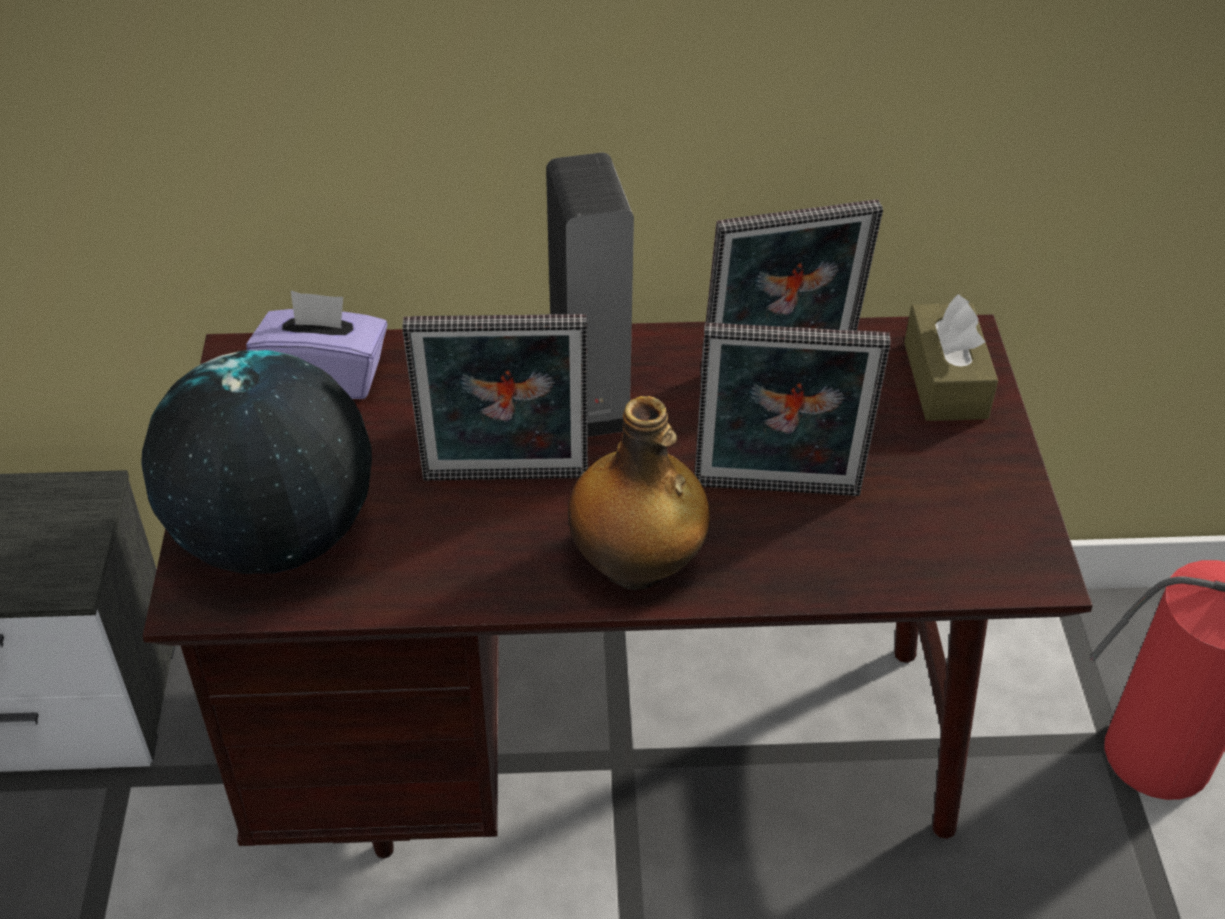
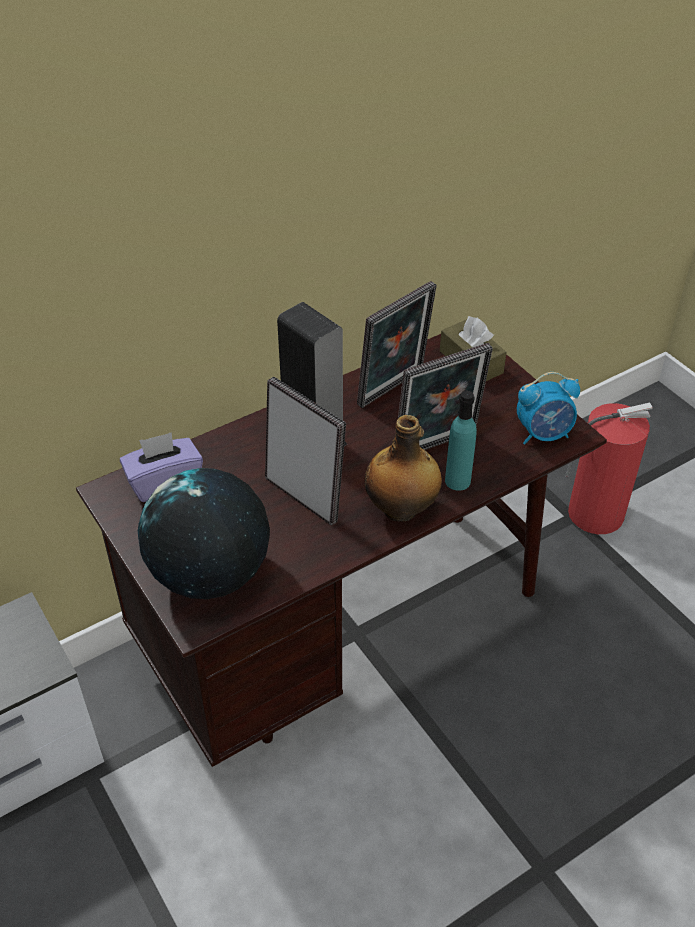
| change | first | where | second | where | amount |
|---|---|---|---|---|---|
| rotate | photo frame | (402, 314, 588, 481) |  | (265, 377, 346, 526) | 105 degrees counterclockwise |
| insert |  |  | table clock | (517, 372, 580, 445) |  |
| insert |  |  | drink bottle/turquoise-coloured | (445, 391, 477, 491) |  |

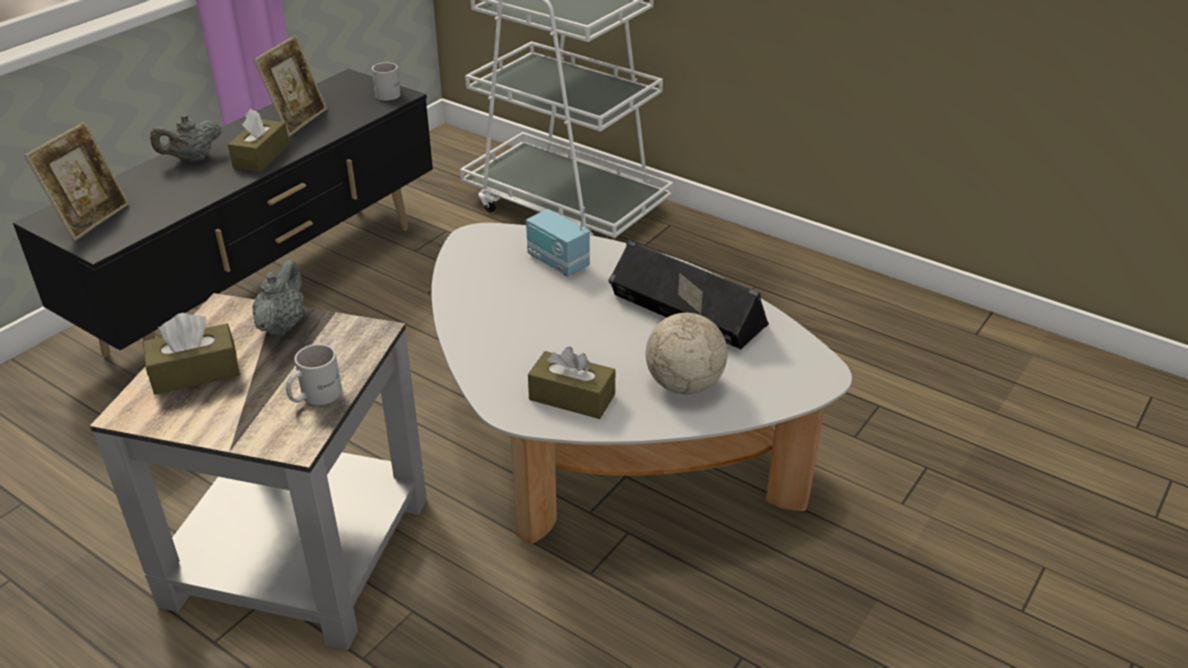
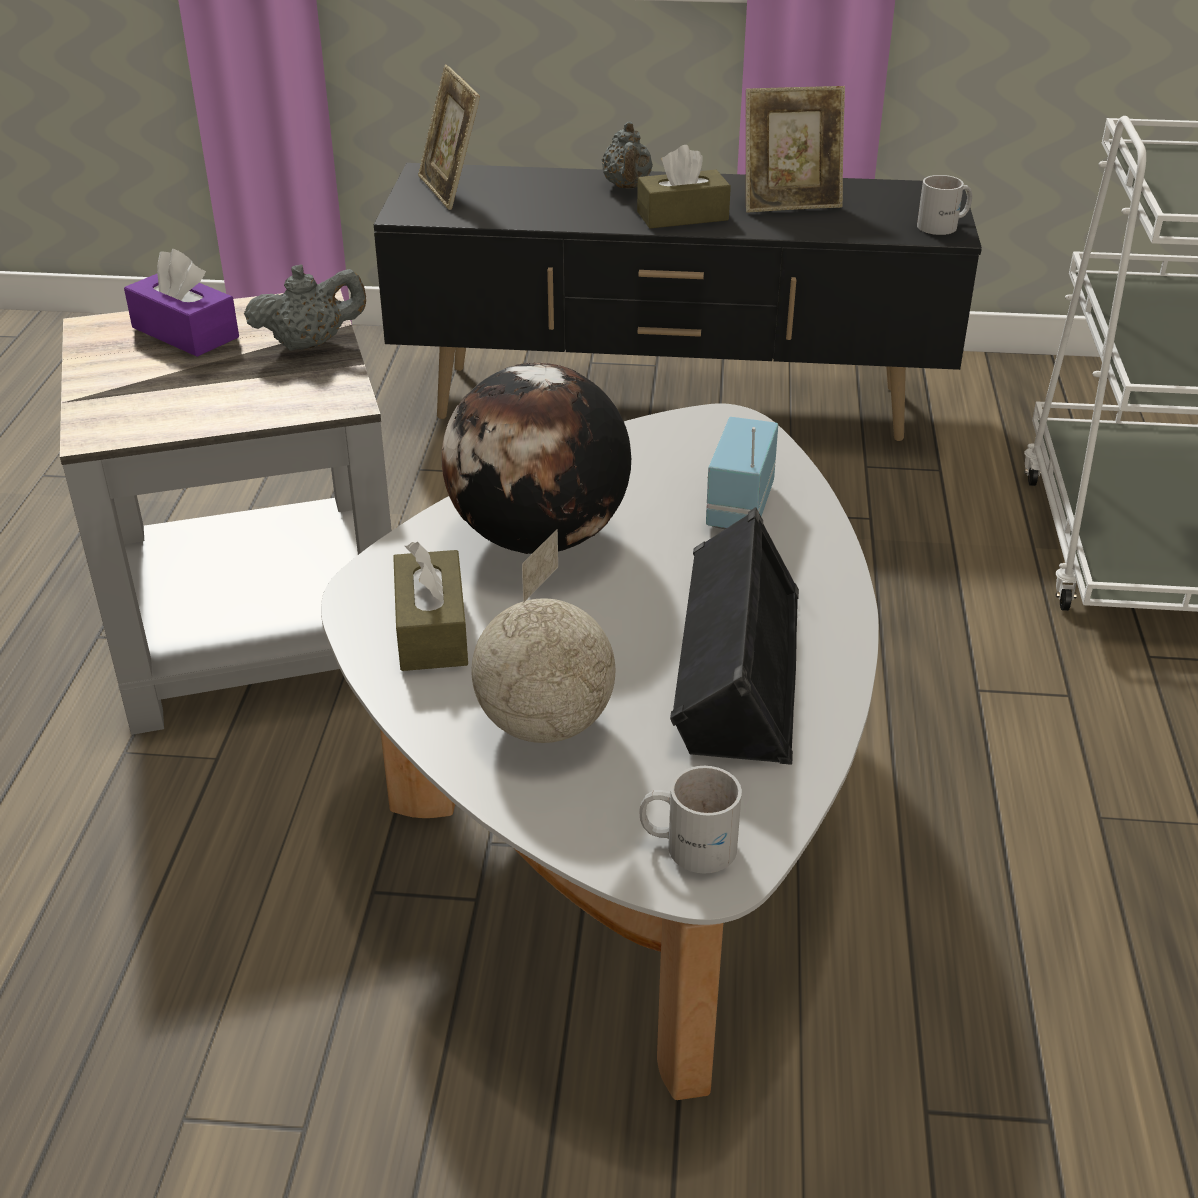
| change | first | where | second | where | amount |
|---|---|---|---|---|---|
| rotate | teapot/greyish | (150, 115, 222, 162) |  | (602, 121, 653, 188) | 120 degrees counterclockwise |
| rotate | photo frame | (24, 122, 130, 241) |  | (418, 65, 480, 210) | 75 degrees clockwise |
| recolor | tissue box/brownish | (143, 313, 240, 395) | tissue box/purplish | (124, 249, 239, 357) |  |
| move | mug/whitish | (286, 344, 342, 405) |  | (639, 766, 742, 873) |  |
| insert |  |  | desk globe | (442, 363, 631, 554) |  |

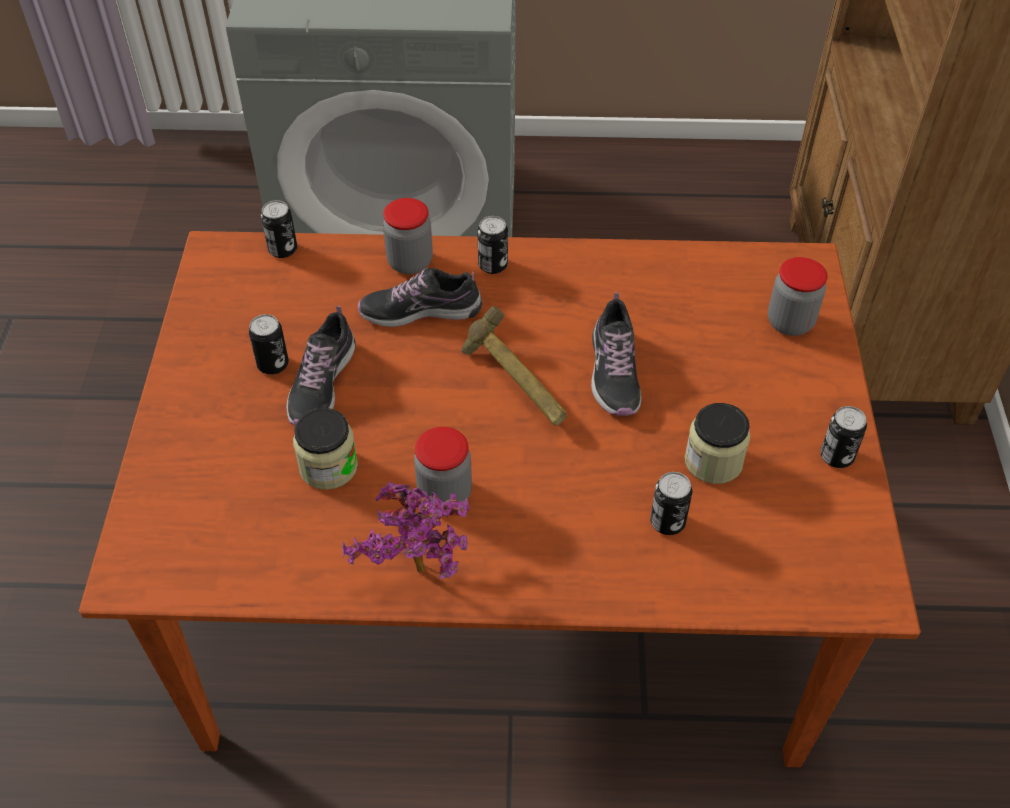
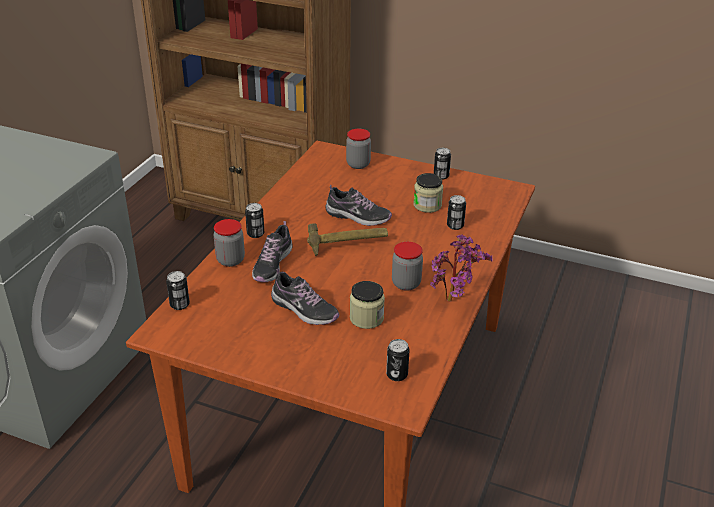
| change | first | where | second | where | amount |
|---|---|---|---|---|---|
| move | sealed can | (249, 314, 289, 375) |  | (386, 339, 410, 381) |  |

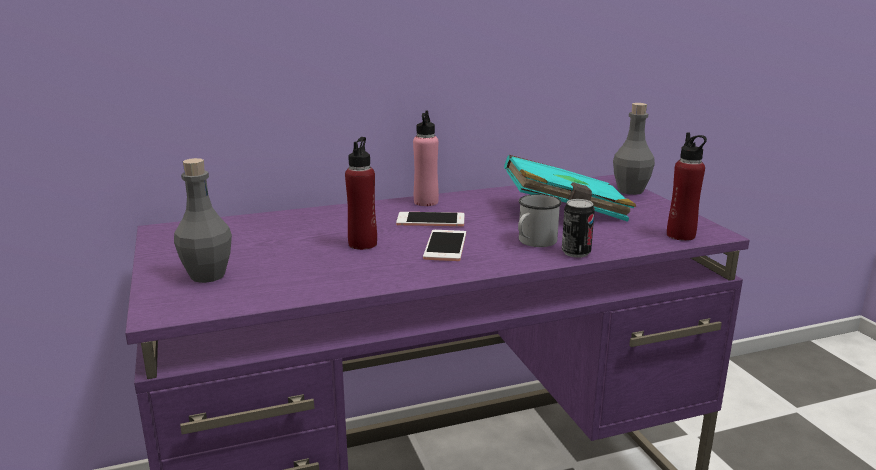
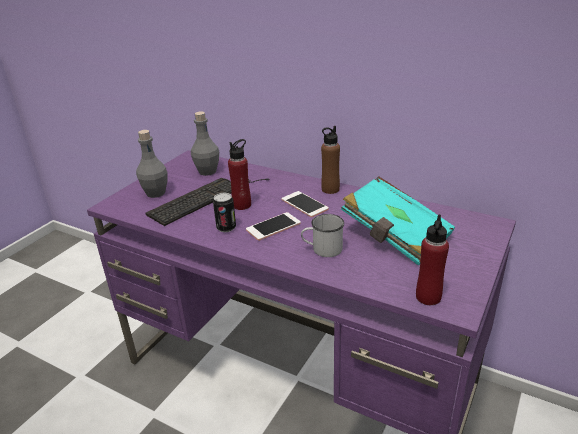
| change | first | where | second | where | amount |
|---|---|---|---|---|---|
| move | drink bottle/greyish | (613, 103, 655, 195) |  | (191, 111, 219, 176) |  |
| recolor | drink bottle/pinkish | (413, 111, 439, 206) | drink bottle/brownish | (321, 126, 340, 194) |  |
| move | sealed can | (562, 199, 595, 258) |  | (213, 193, 236, 232) |  |
| insert |  |  | PC keyboard | (145, 178, 269, 226) |  |

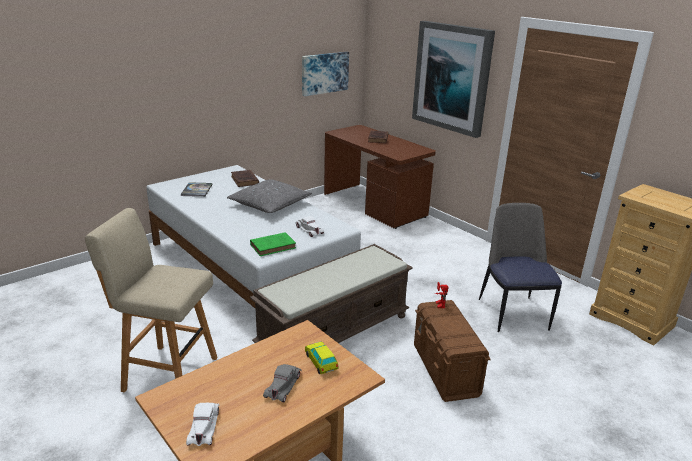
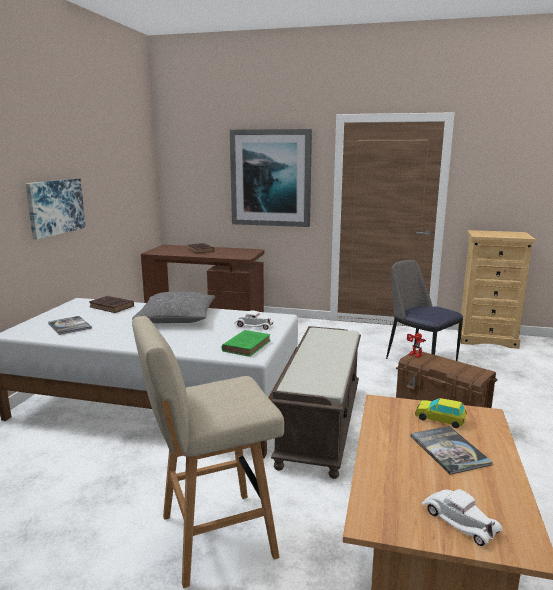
| change | first | where | second | where | amount |
|---|---|---|---|---|---|
| move | wall picture | (302, 52, 349, 96) |  | (25, 178, 86, 240) |  |
| replace | toy car/greyish | (263, 364, 302, 402) | book | (410, 426, 493, 475) |  |

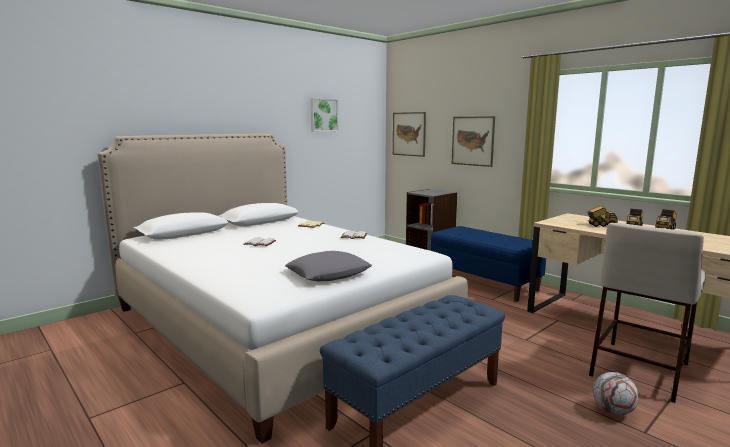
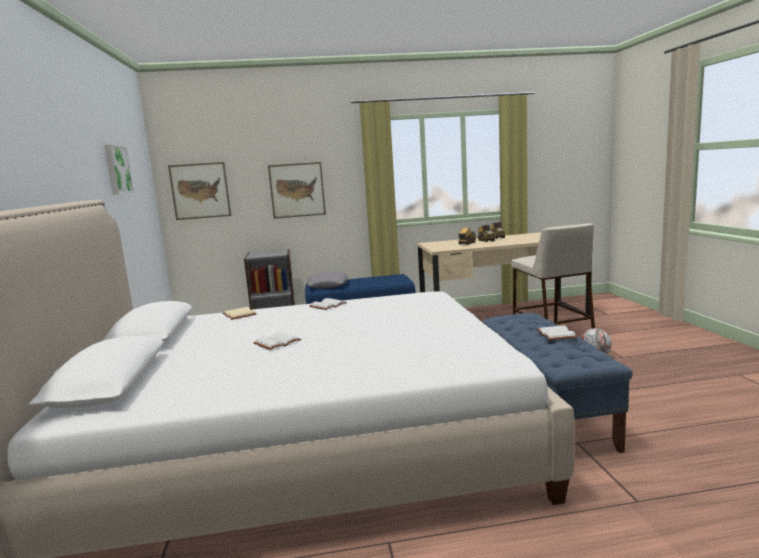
| change | first | where | second | where | amount |
|---|---|---|---|---|---|
| move | pillow/greyish | (285, 251, 372, 281) |  | (307, 271, 347, 288) |  |
| insert |  |  | book/whitish | (536, 326, 577, 340) |  |

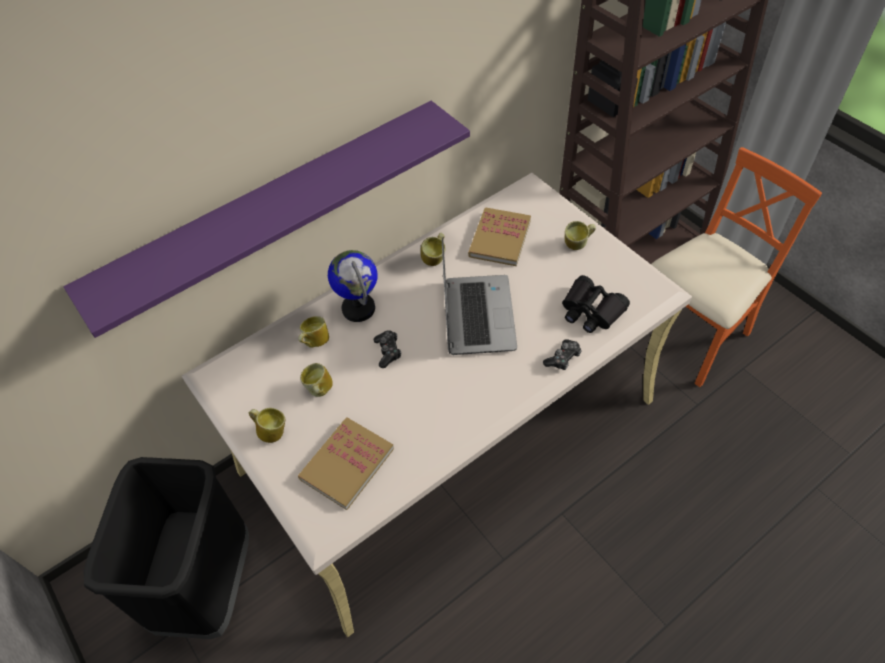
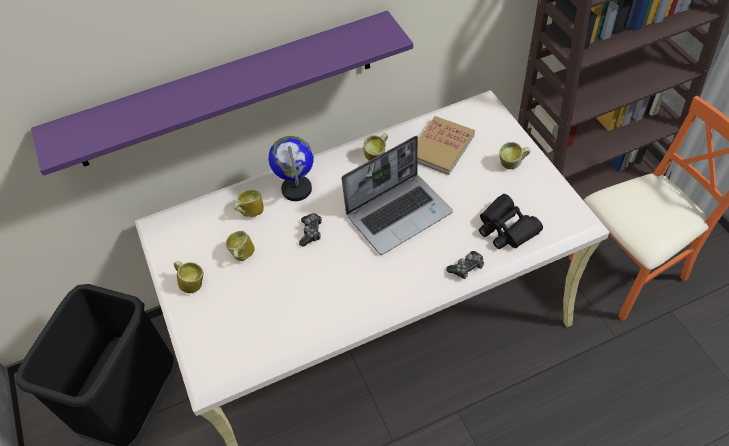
| change | first | where | second | where | amount |
|---|---|---|---|---|---|
| rotate | portable computer | (442, 237, 517, 355) |  | (341, 136, 453, 255) | 45 degrees clockwise |
| delete | book | (298, 417, 394, 510) |  |  |  |

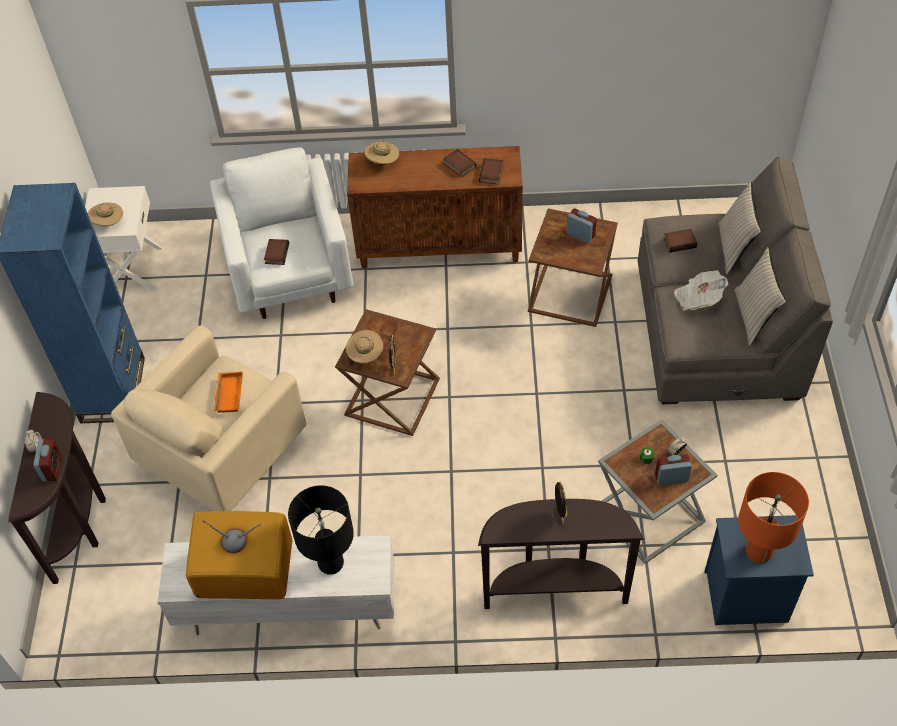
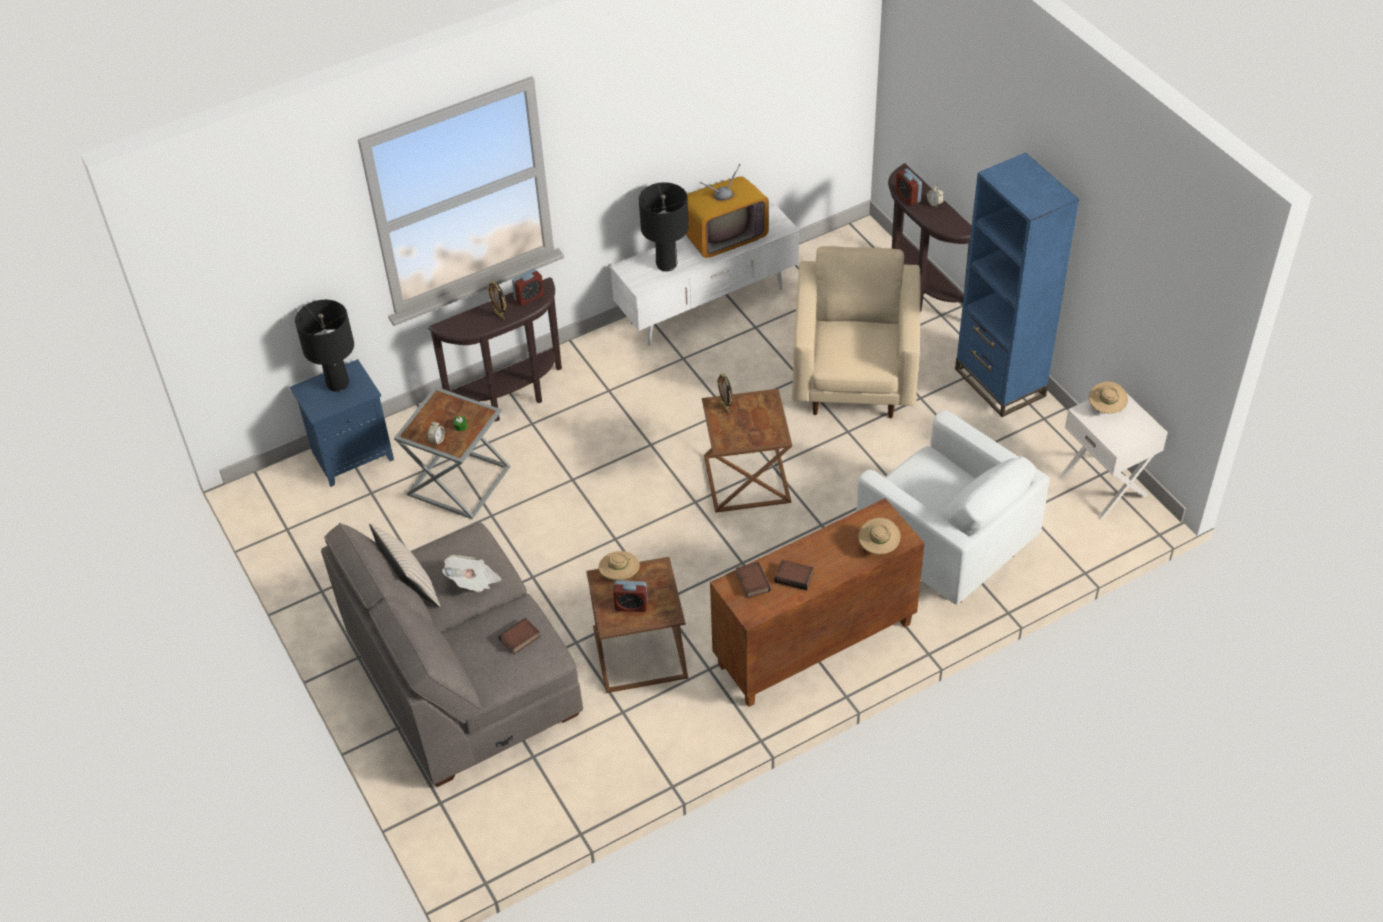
| change | first | where | second | where | amount |
|---|---|---|---|---|---|
| delete | pillow/beige | (719, 181, 761, 275) |  |  |  |
| delete | book | (264, 239, 289, 265) |  |  |  |
| move | wearable hat/beige | (346, 330, 383, 363) |  | (599, 551, 640, 580) |  |
| delete | tray/orange-coloured | (214, 372, 243, 413) |  |  |  |
| move | table clock | (655, 454, 692, 486) |  | (512, 269, 544, 306) |  |
| recolor | table lamp/orange-coloured | (738, 472, 809, 564) | table lamp/black | (295, 300, 354, 392) |  |

